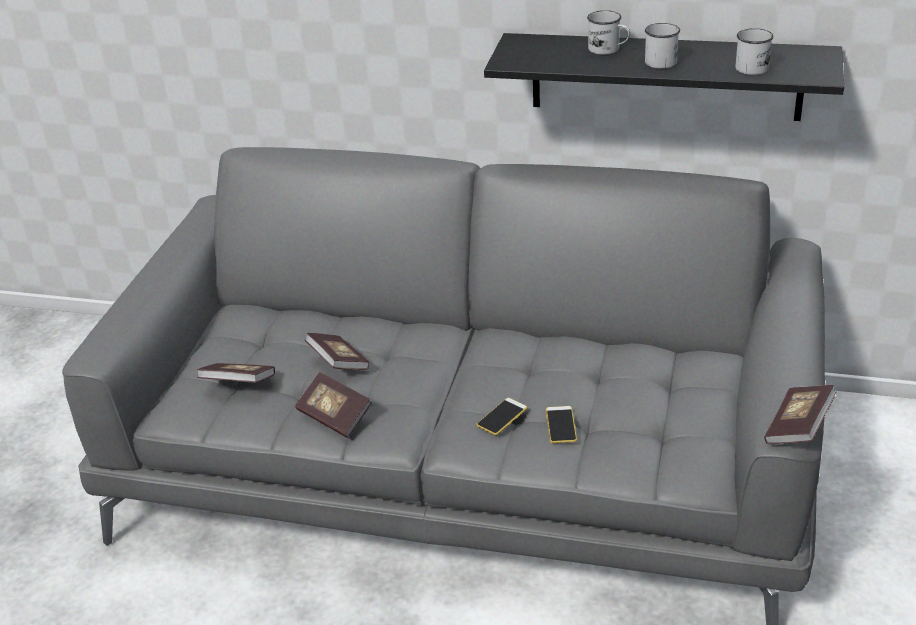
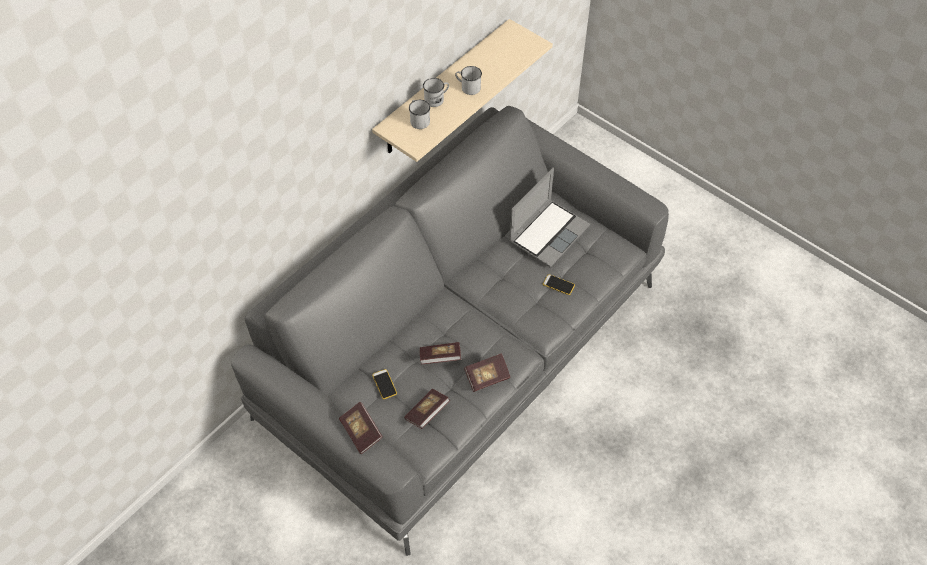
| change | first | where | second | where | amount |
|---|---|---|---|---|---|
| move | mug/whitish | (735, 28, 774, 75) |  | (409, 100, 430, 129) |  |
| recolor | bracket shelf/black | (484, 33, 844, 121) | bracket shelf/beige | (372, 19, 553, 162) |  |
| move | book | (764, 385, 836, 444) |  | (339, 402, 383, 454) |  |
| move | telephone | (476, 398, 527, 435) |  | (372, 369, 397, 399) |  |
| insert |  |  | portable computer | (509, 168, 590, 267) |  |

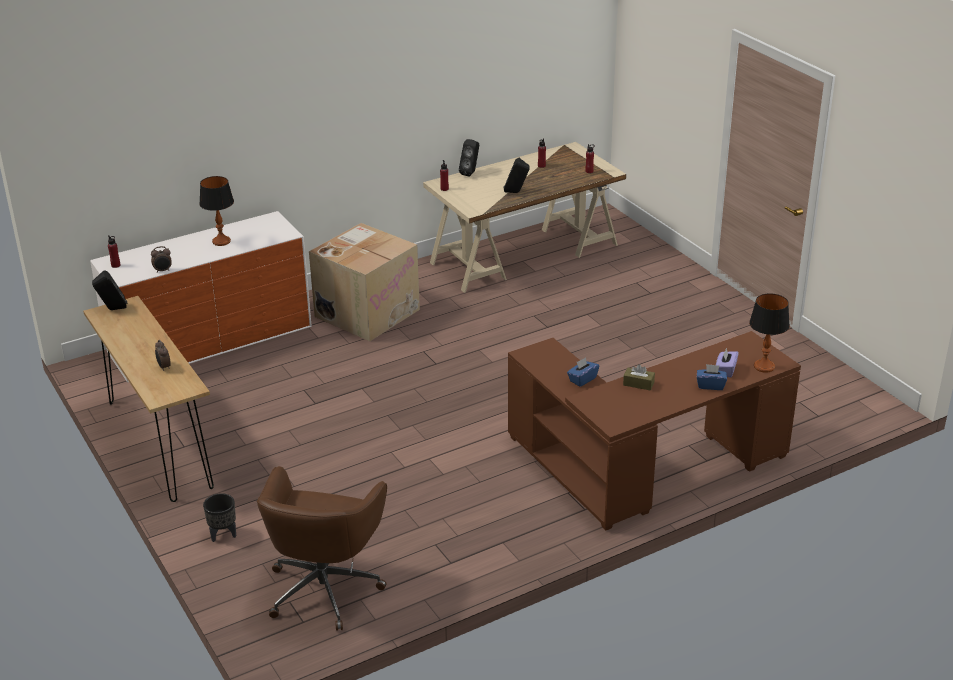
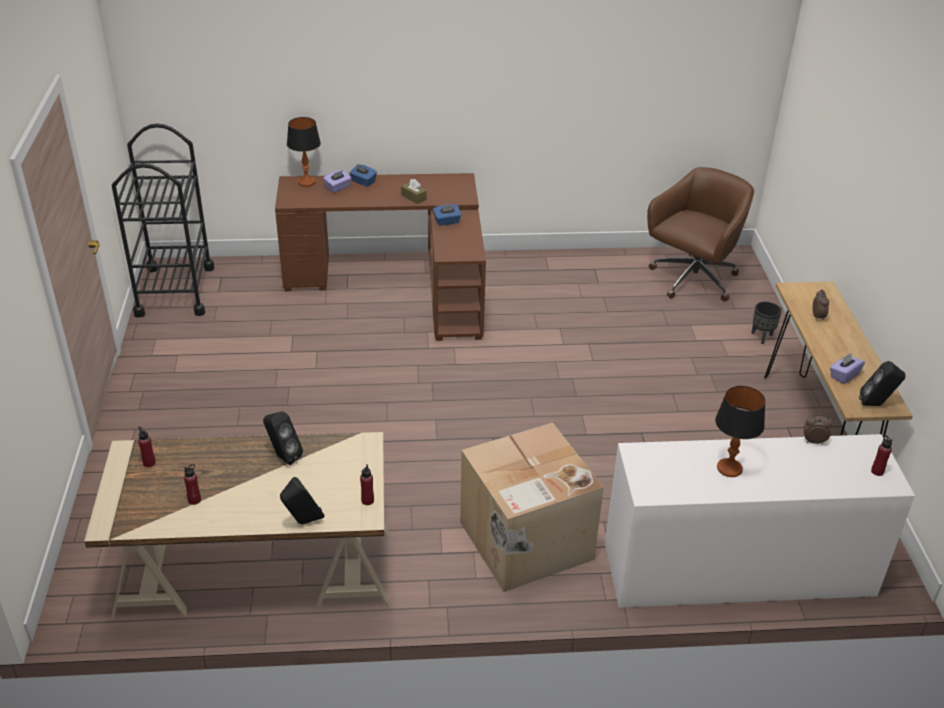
| change | first | where | second | where | amount |
|---|---|---|---|---|---|
| insert |  |  | wheeled cart/black | (112, 124, 215, 318) |  |
| insert |  |  | tissue box/purplish | (830, 353, 865, 384) |  |

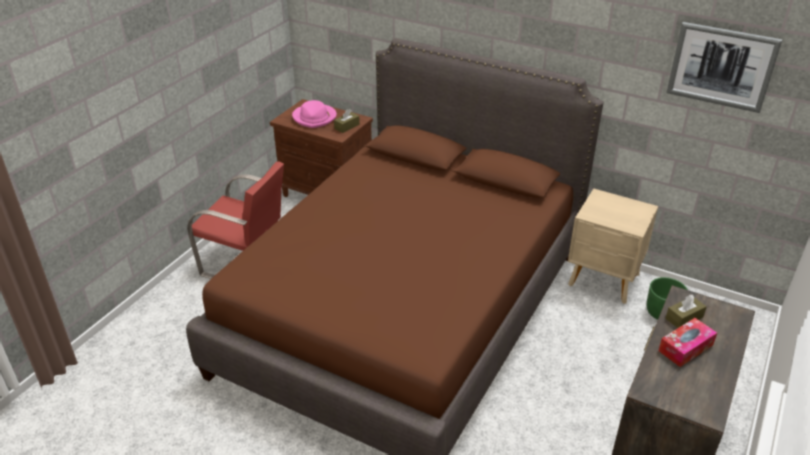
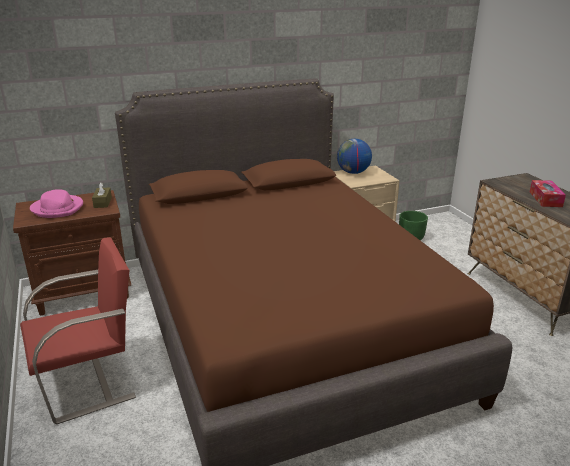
| change | first | where | second | where | amount |
|---|---|---|---|---|---|
| delete | wall picture | (666, 22, 783, 113) |  |  |  |
| delete | tissue box/brownish | (665, 295, 707, 328) |  |  |  |
| insert |  |  | desk globe | (337, 139, 372, 174) |  |

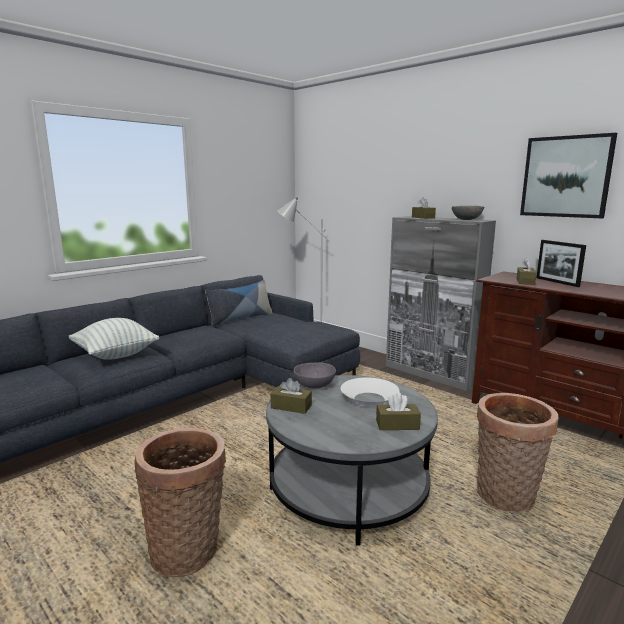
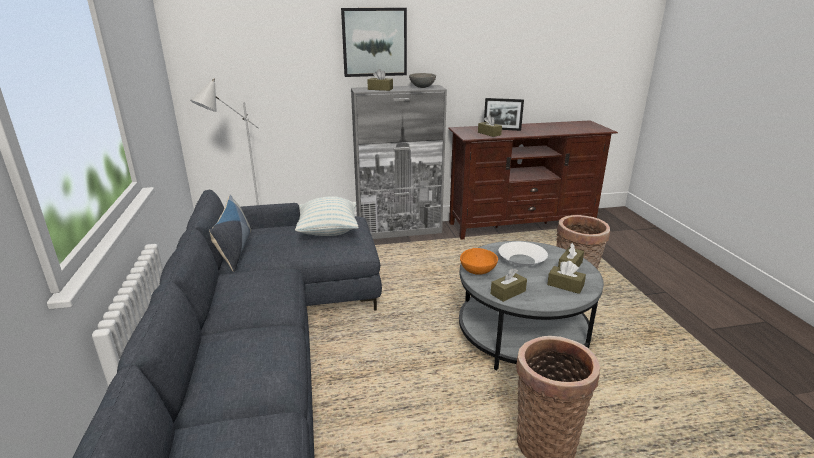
| change | first | where | second | where | amount |
|---|---|---|---|---|---|
| move | wall picture | (520, 133, 617, 218) |  | (341, 8, 407, 77) |  |
| move | pillow | (68, 318, 159, 360) |  | (295, 196, 359, 236) |  |
| recolor | bowl/greyish | (294, 362, 336, 389) | bowl/orange-coloured | (460, 248, 498, 275) |  |
| insert |  |  | tissue box/brownish | (547, 261, 586, 294) |  |

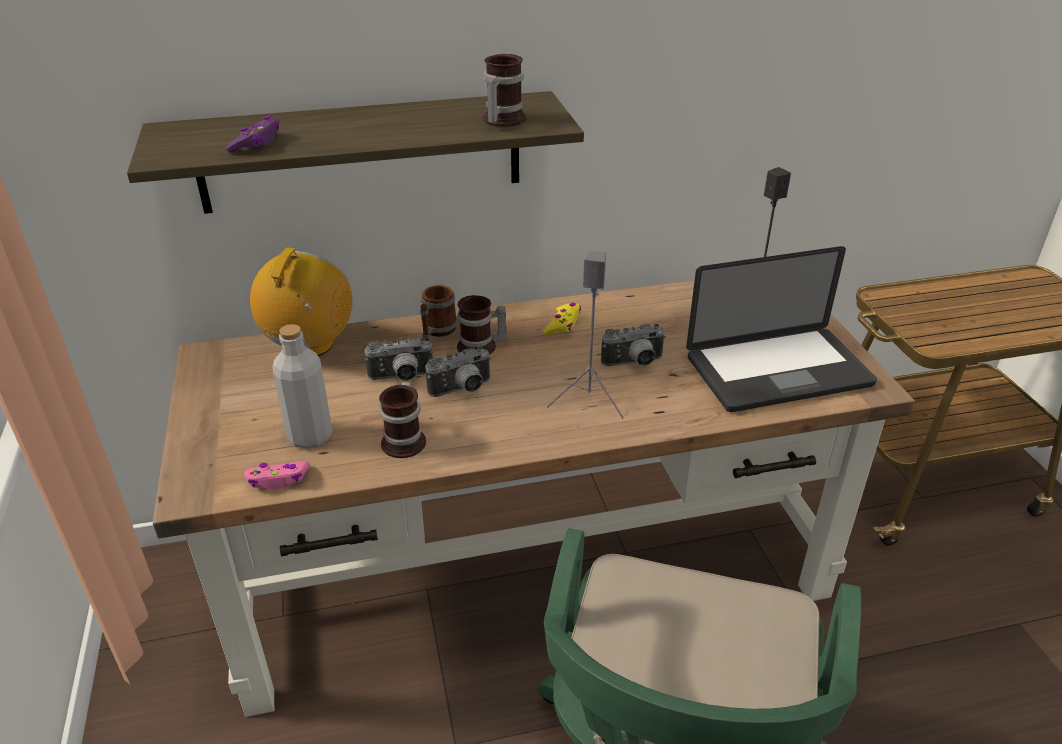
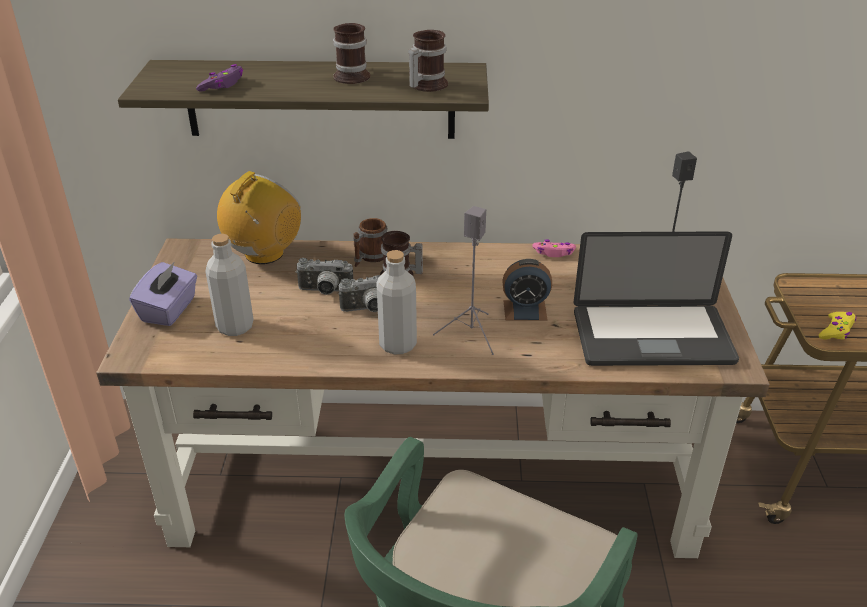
| change | first | where | second | where | amount |
|---|---|---|---|---|---|
| move | gamepad/yellow | (543, 303, 581, 335) |  | (819, 312, 856, 339) |  |
| replace | photo camera | (601, 324, 666, 366) | table clock | (502, 259, 552, 321) |  |
| move | mug | (379, 382, 426, 458) |  | (333, 23, 370, 84) |  |
| move | gamepad/pinkish | (244, 461, 310, 489) |  | (532, 239, 576, 257) |  |
| insert |  |  | drink bottle/greyish | (376, 250, 417, 355) |  |
| insert |  |  | tissue box/purplish | (129, 262, 197, 326) |  |

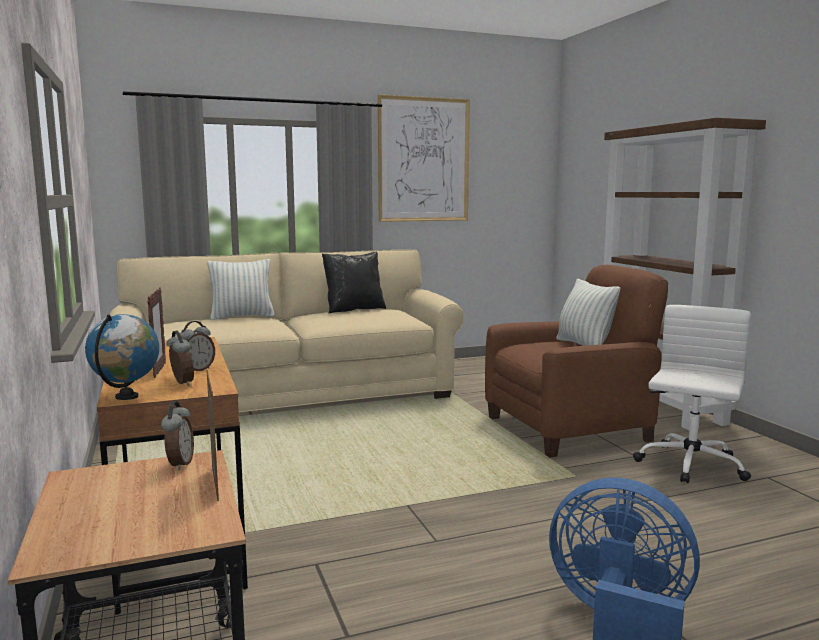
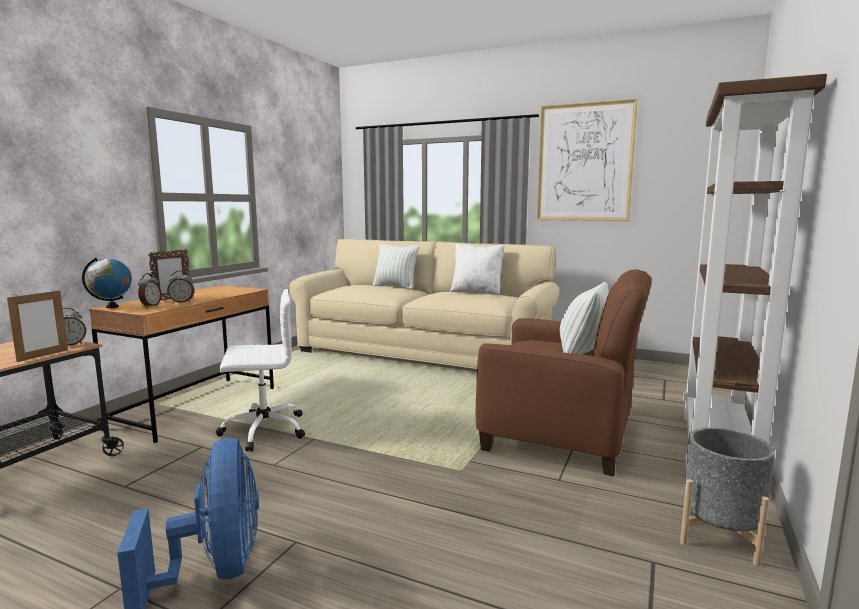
| change | first | where | second | where | amount |
|---|---|---|---|---|---|
| recolor | pillow/black | (322, 252, 386, 314) | pillow/whitish | (450, 244, 505, 295) |  |
| move | desk chair/whitish | (633, 305, 751, 483) |  | (216, 289, 305, 452) |  |
| insert |  |  | planter/greyish | (680, 427, 775, 566) |  |

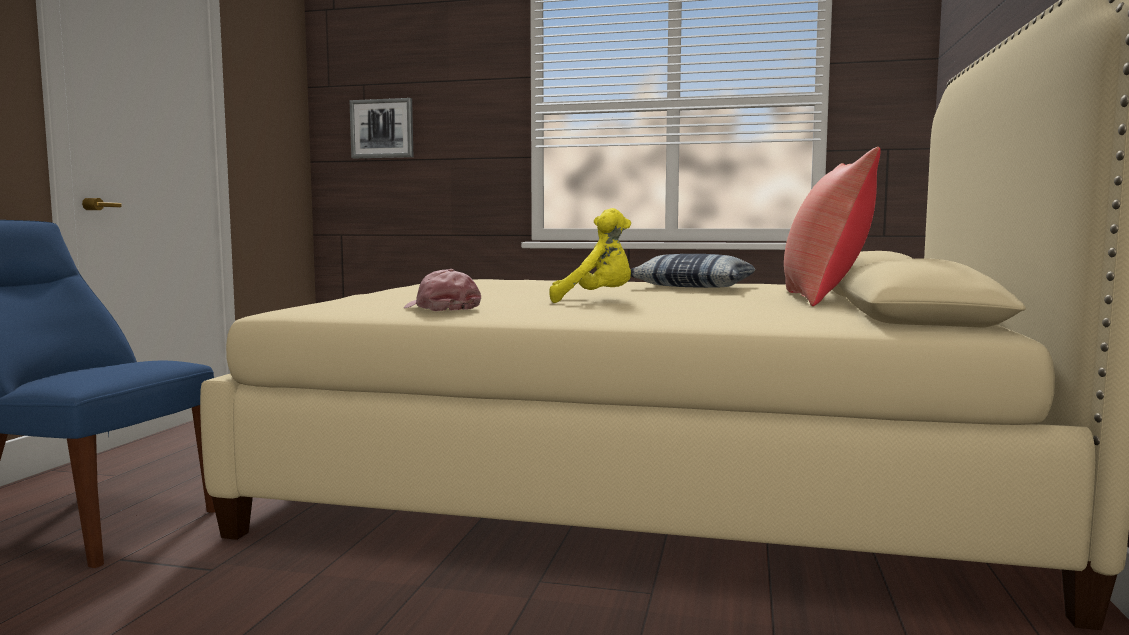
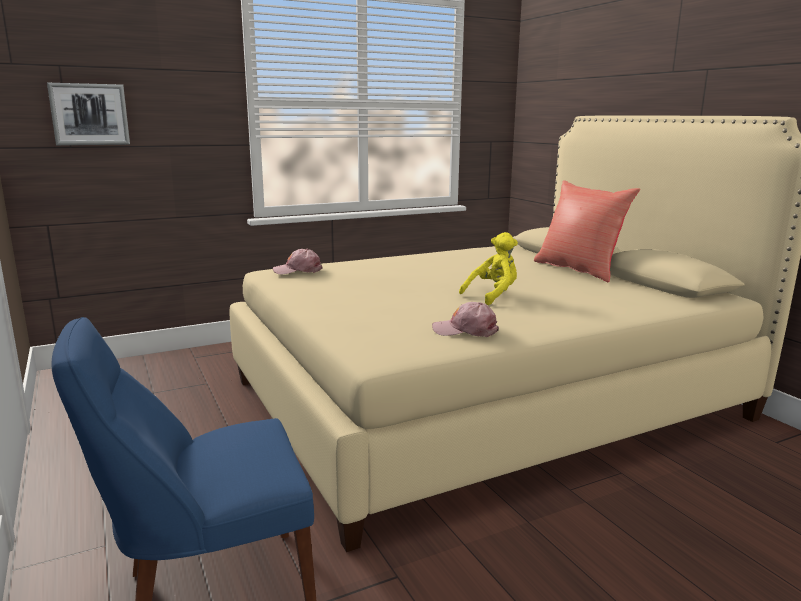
| change | first | where | second | where | amount |
|---|---|---|---|---|---|
| delete | pillow | (631, 254, 755, 288) |  |  |  |
| insert |  |  | baseball cap/pinkish | (273, 249, 322, 275) |  |

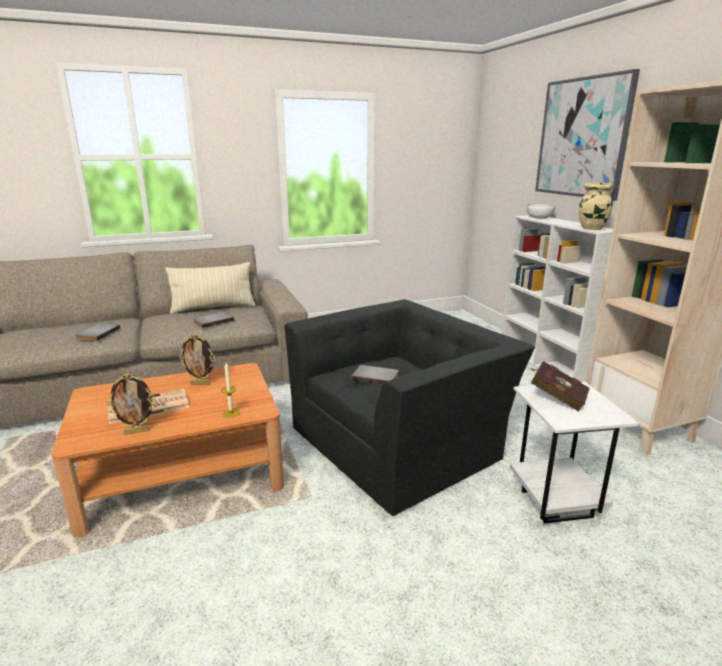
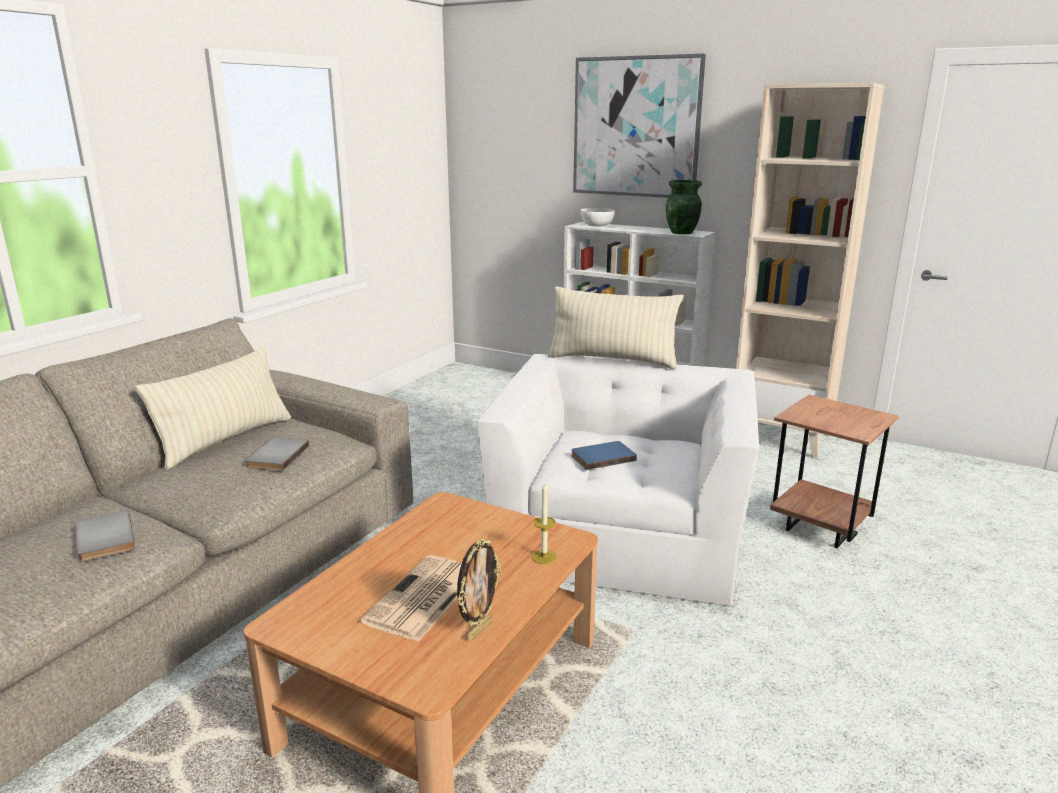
| change | first | where | second | where | amount |
|---|---|---|---|---|---|
| recolor | vase/beige | (579, 183, 615, 230) | vase/green | (666, 180, 702, 234) |  |
| recolor | armchair/black | (284, 299, 535, 516) | armchair/whitish | (477, 354, 759, 606) |  |
| delete | photo frame | (179, 334, 216, 385) |  |  |  |
| delete | book/red | (528, 361, 590, 411) |  |  |  |
| recolor | book/greyish | (351, 365, 399, 385) | book/blue | (571, 441, 637, 470) |  |
| recolor | end table/whitish | (510, 381, 639, 523) | end table/brownish | (770, 395, 899, 548) |  |
| insert |  |  | pillow/beige | (548, 287, 683, 369) |  |

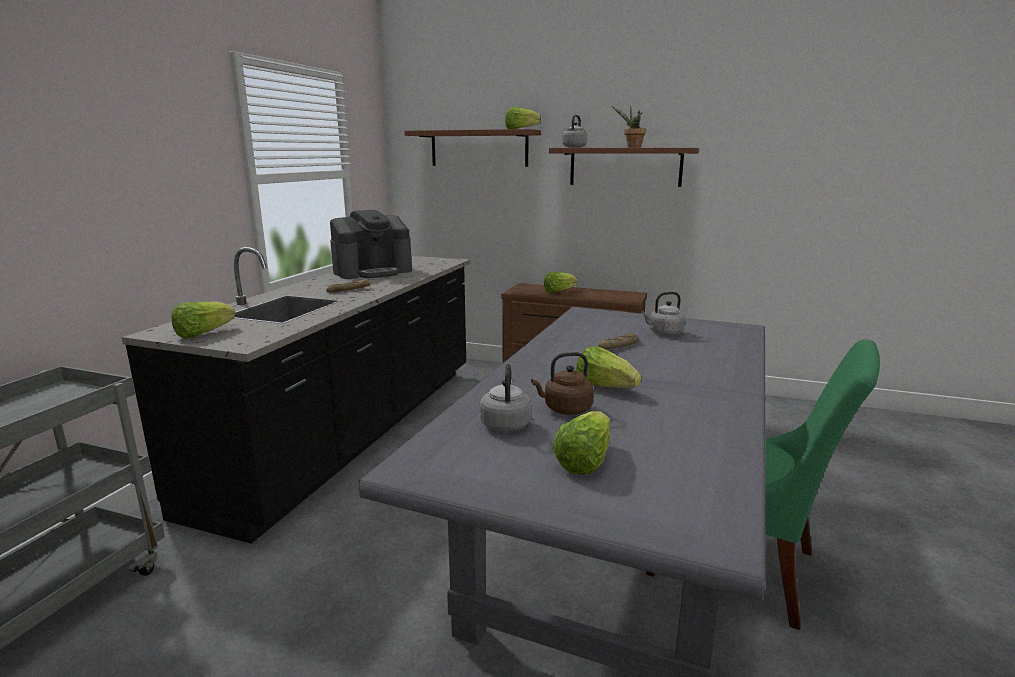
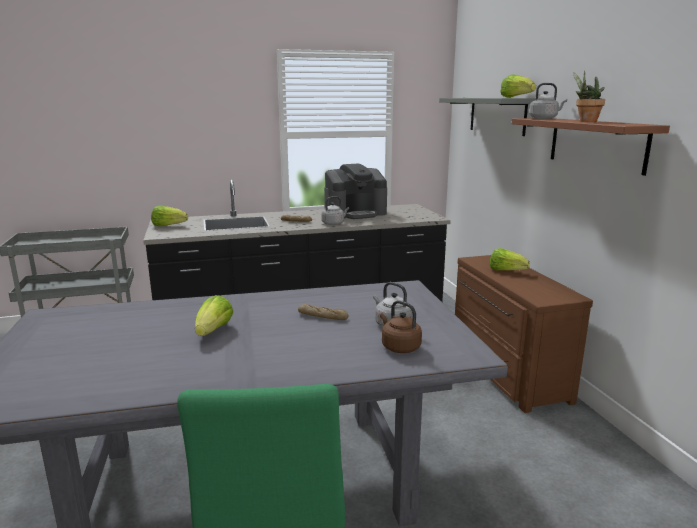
| change | first | where | second | where | amount |
|---|---|---|---|---|---|
| recolor | bracket shelf/brownish | (404, 129, 541, 167) | bracket shelf/greyish | (439, 98, 536, 136) |  |
| rotate | coffee machine | (330, 210, 412, 279) |  | (324, 164, 387, 219) | 45 degrees counterclockwise |
| move | kettle/brownish | (531, 352, 594, 415) |  | (380, 300, 422, 353) |  |
| move | kettle/greyish | (480, 364, 531, 432) |  | (321, 196, 349, 225) |  |
| delete | head of lettuce | (553, 411, 610, 475) |  |  |  |

